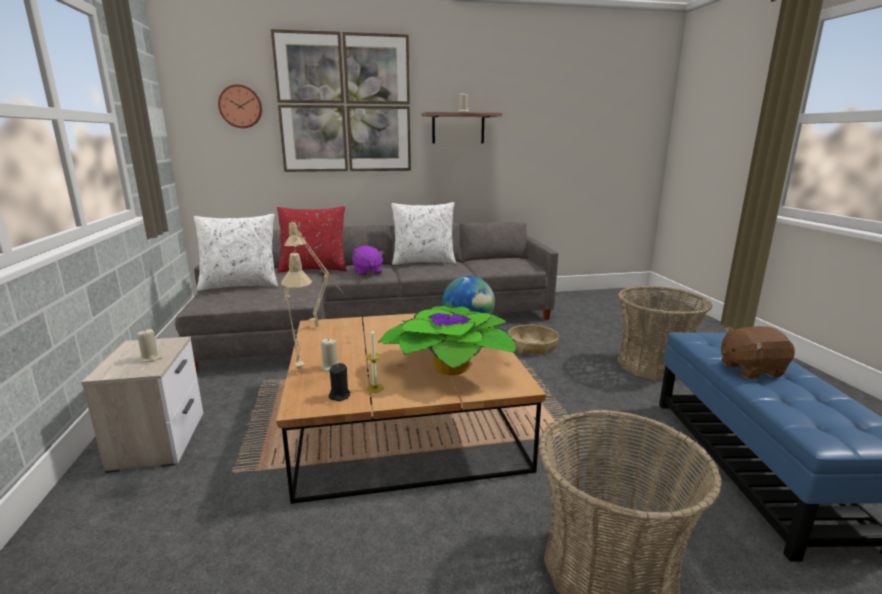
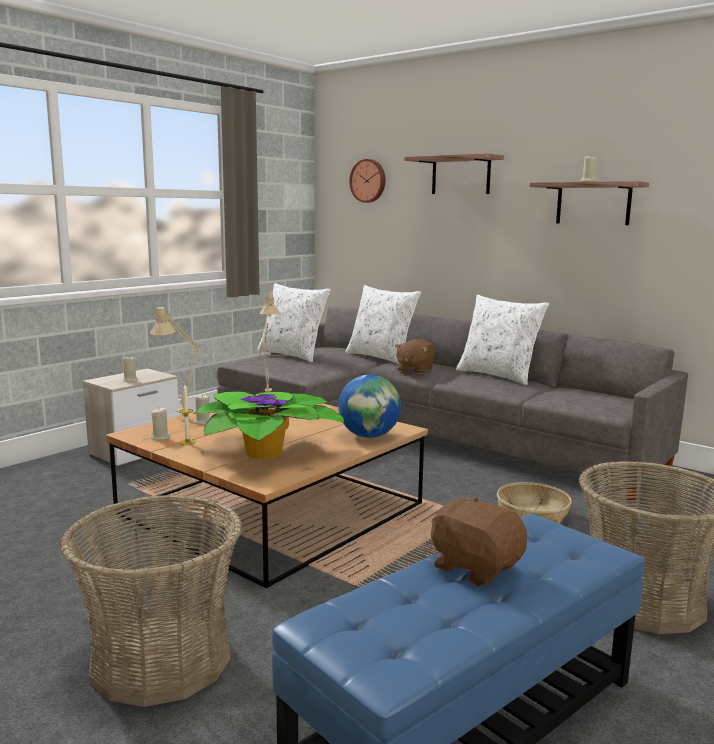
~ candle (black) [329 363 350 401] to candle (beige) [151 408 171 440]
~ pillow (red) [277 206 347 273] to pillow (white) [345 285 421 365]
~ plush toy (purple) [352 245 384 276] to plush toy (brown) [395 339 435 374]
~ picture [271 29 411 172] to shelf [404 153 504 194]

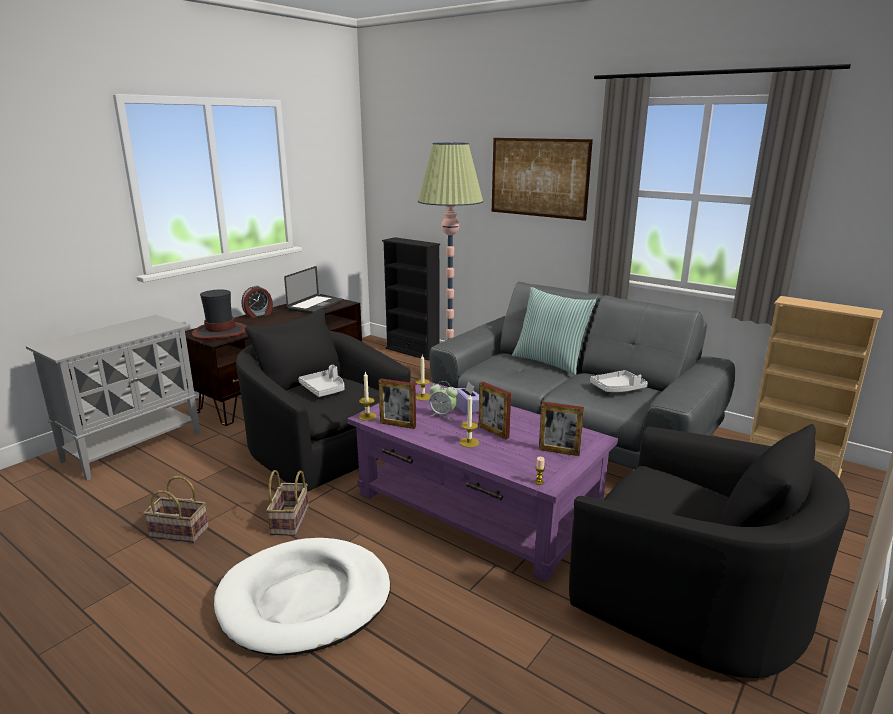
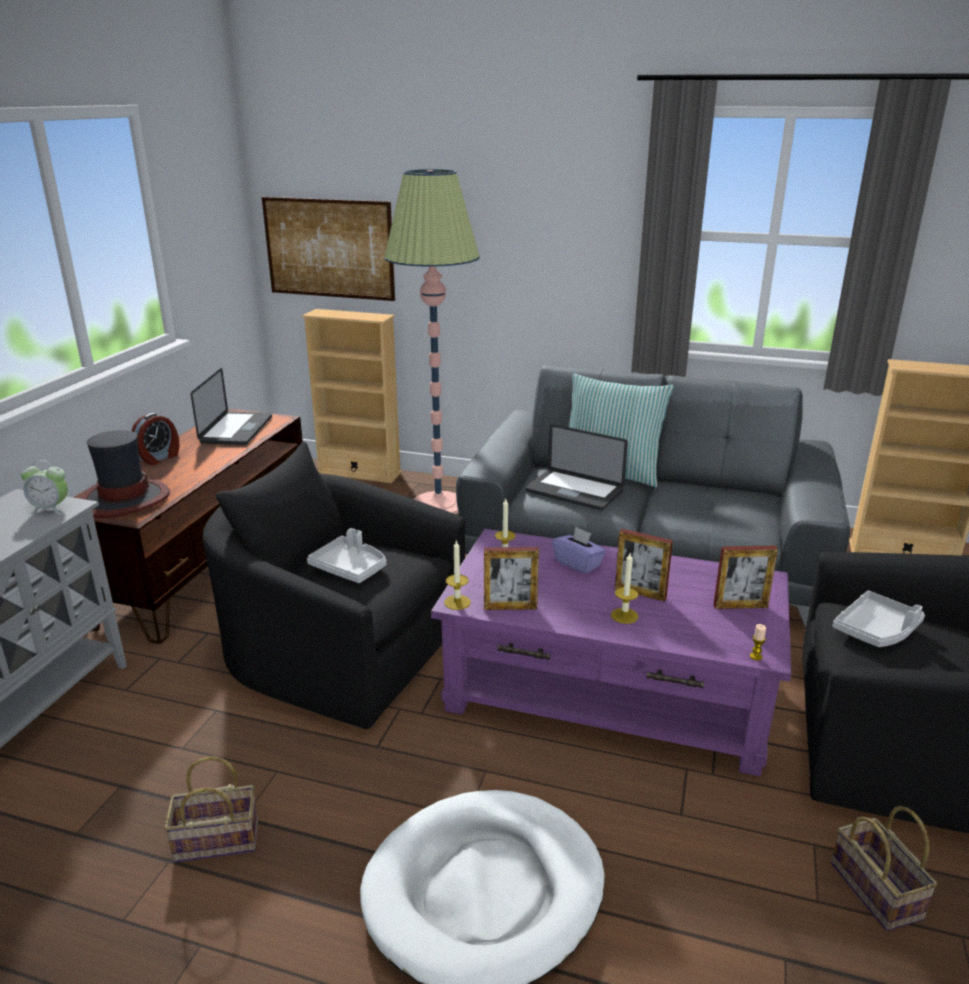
~ alarm clock [429 381 458 421] to [21 460 68 515]
~ picture [492 138 593 221] to [262 197 395 301]
~ bookcase (black) [382 237 440 360] to bookcase (beige) [302 309 402 483]
+ laptop [526 424 628 510]
~ basket [266 470 309 536] to [831 806 938 931]
~ tray (grey) [590 370 648 392] to [833 591 925 647]

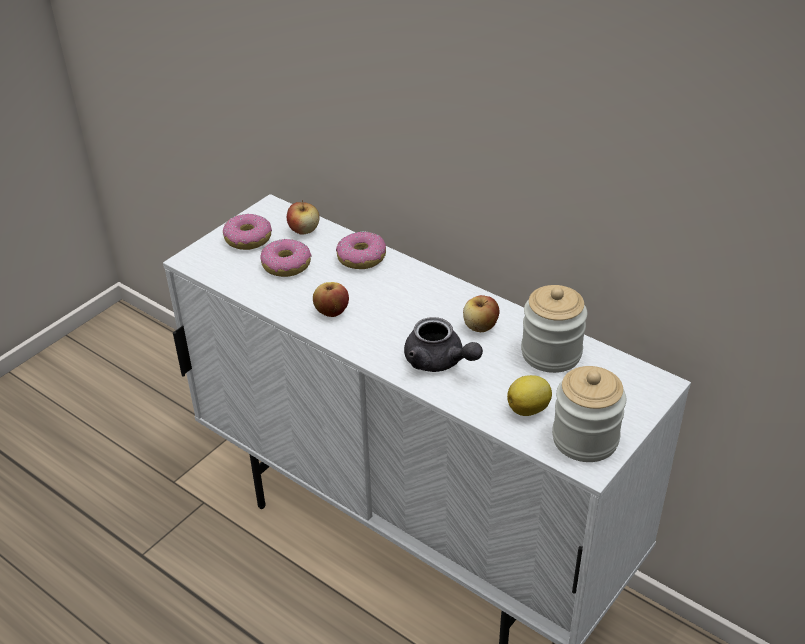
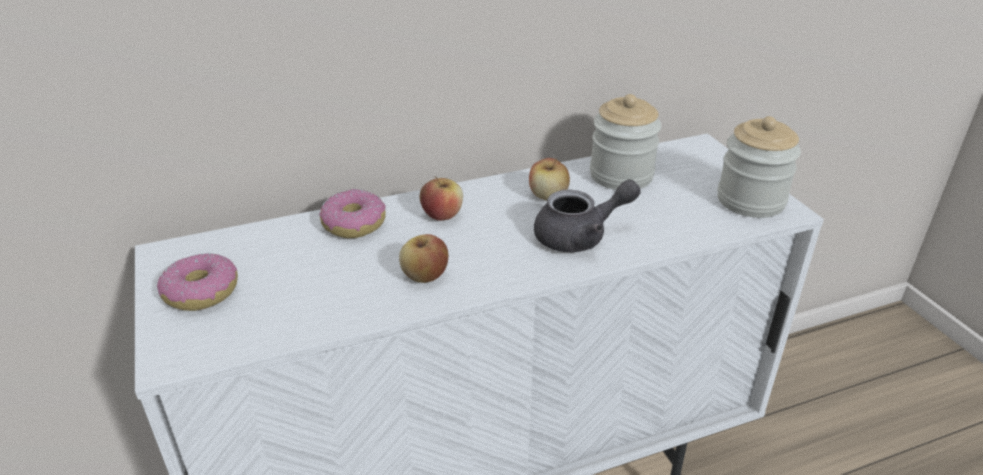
~ apple [287 200 319 235] to [420 176 463 221]
- donut [260 239 312 277]
- lemon [507 375 552 416]

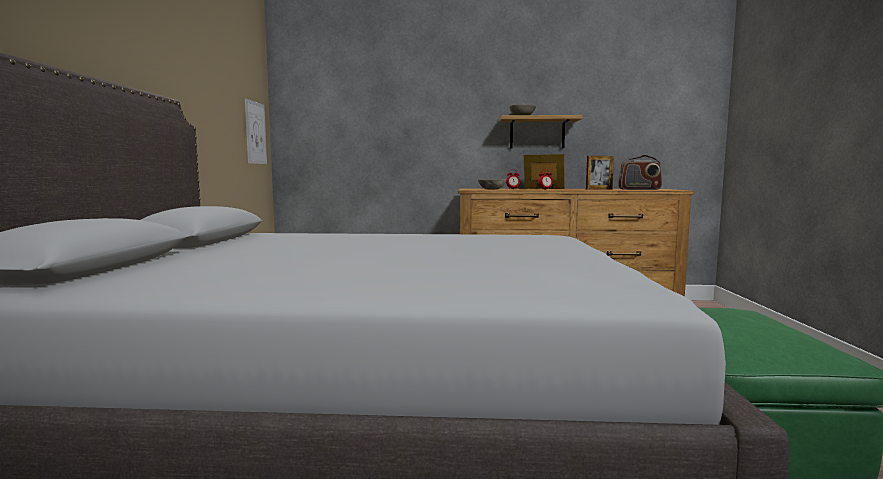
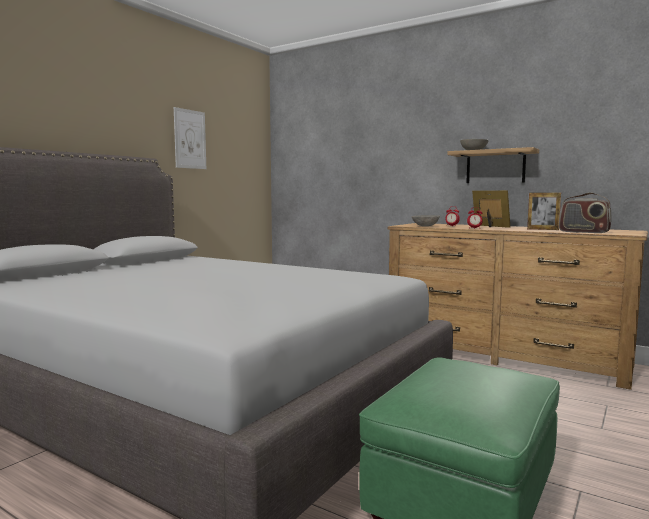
~ picture [245 98 267 164] to [174 107 206 169]

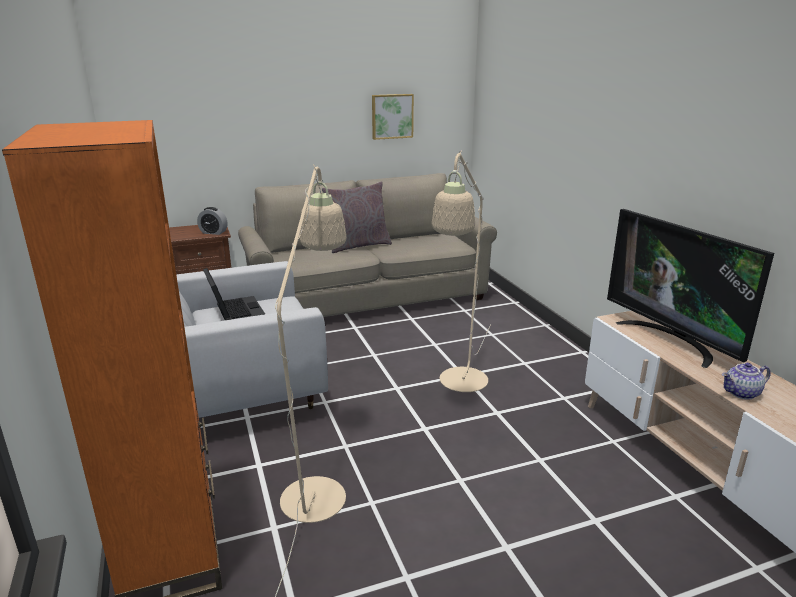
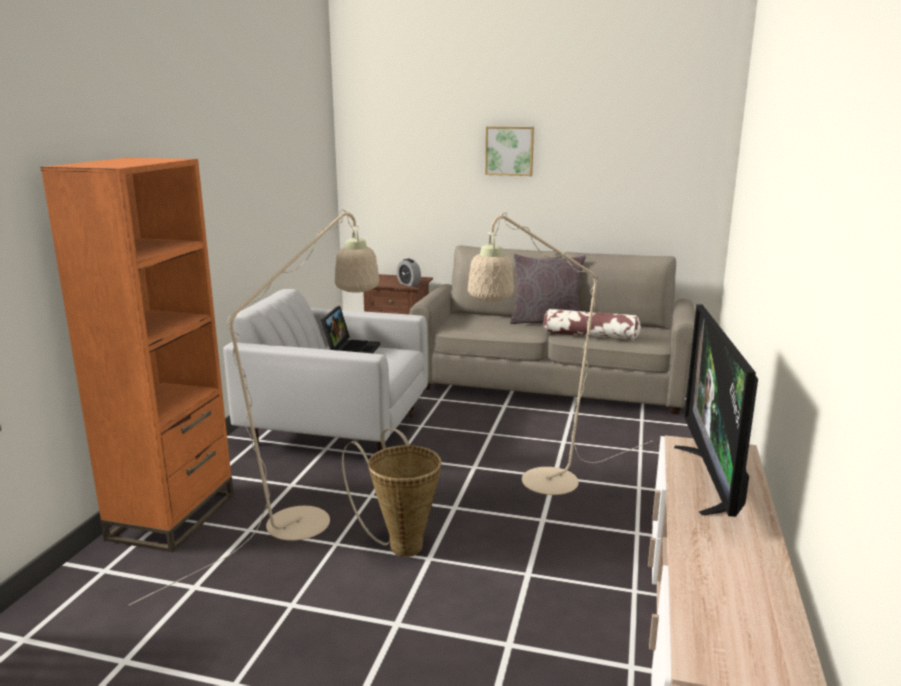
+ basket [342 428 441 557]
~ picture [372 94 414 140] to [485 126 534 176]
+ pillow [543 309 641 340]
- teapot [722 363 771 400]

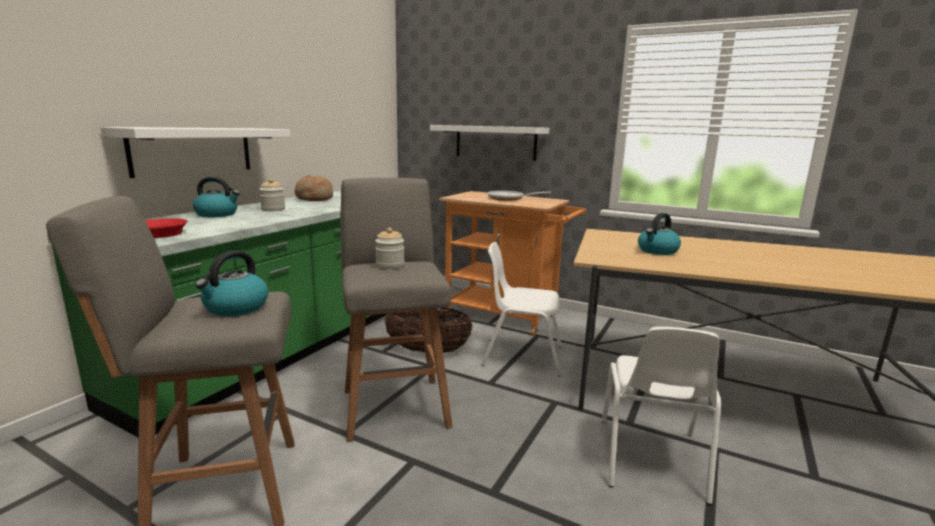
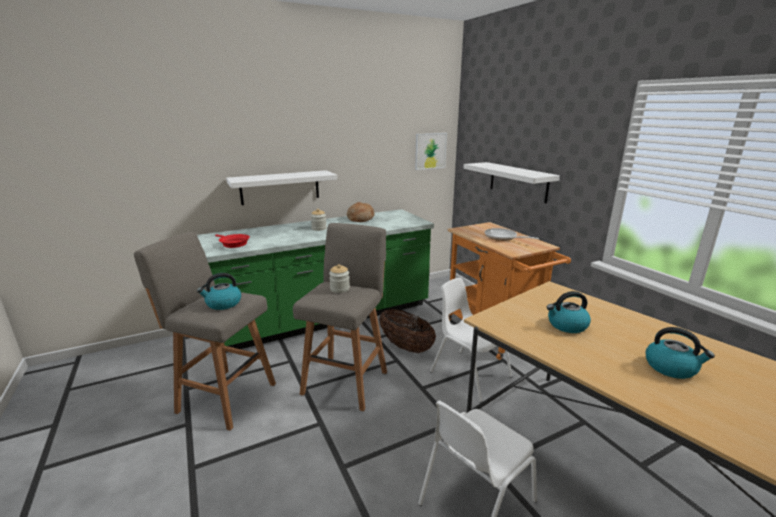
+ picture [415 133 447 170]
~ kettle [193 177 240 217] to [646 327 715 379]

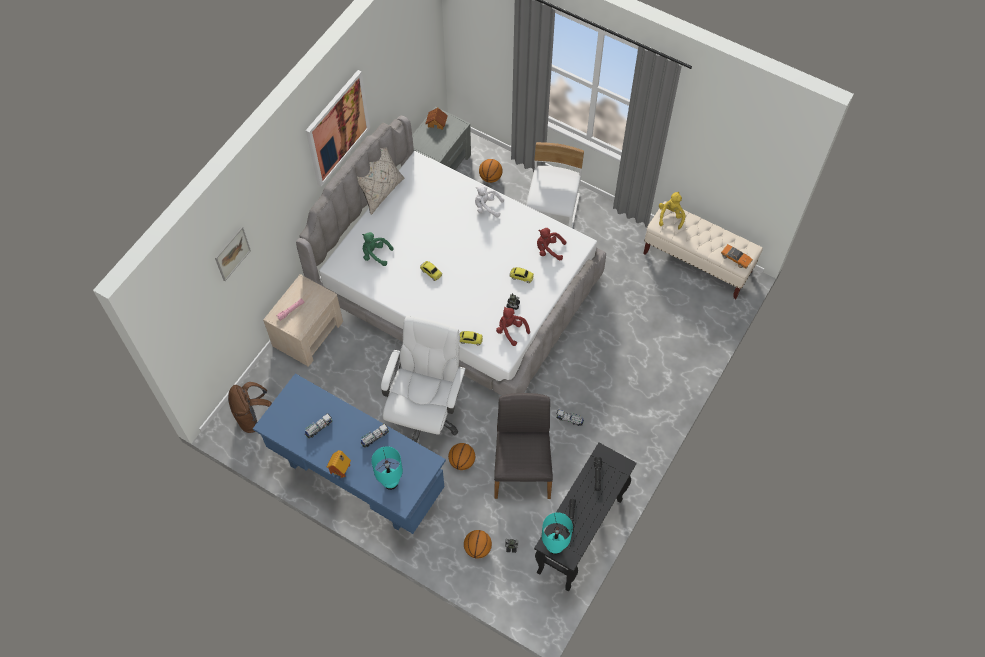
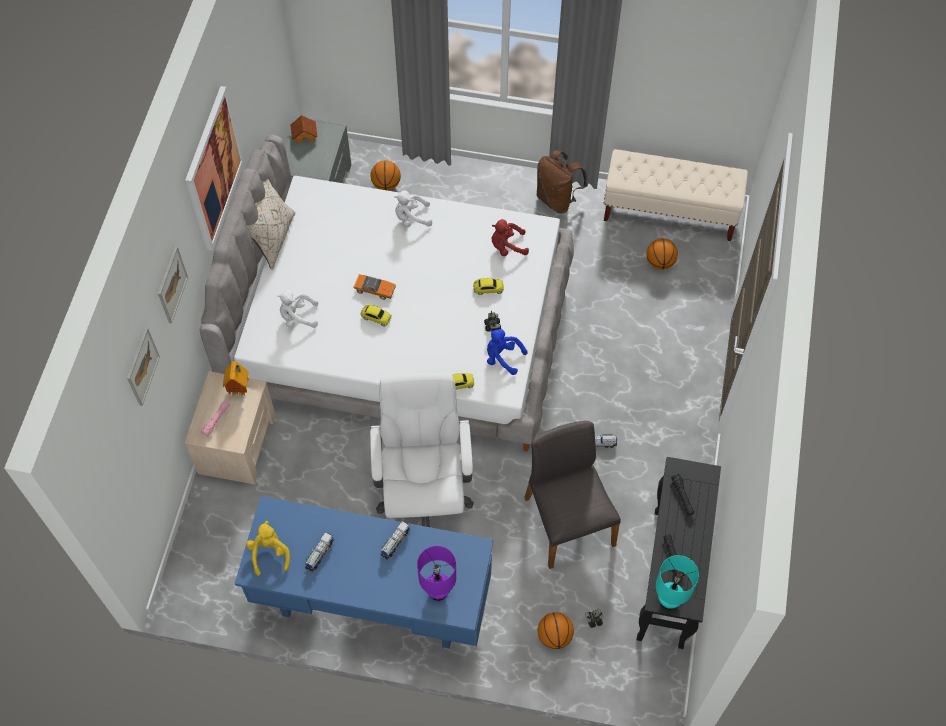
+ picture [158 246 188 324]
~ toy house [326 450 351 478] to [223 361 249 396]
~ plush toy (yellow) [659 192 686 229] to [246 521 290 576]
~ plush toy (green) [362 232 394 266] to plush toy (white) [277 290 318 328]
~ toy car [721 244 753 268] to [353 274 396 300]
~ table lamp (turquoise) [371 446 403 490] to table lamp (purple) [417 546 456 601]
~ plush toy (red) [496 307 530 346] to plush toy (blue) [487 329 527 375]
~ backpack (brown) [228 382 272 433] to [537 150 588 214]
~ basketball [448 443 475 470] to [646 238 678 270]
- chair (white) [526 142 584 228]

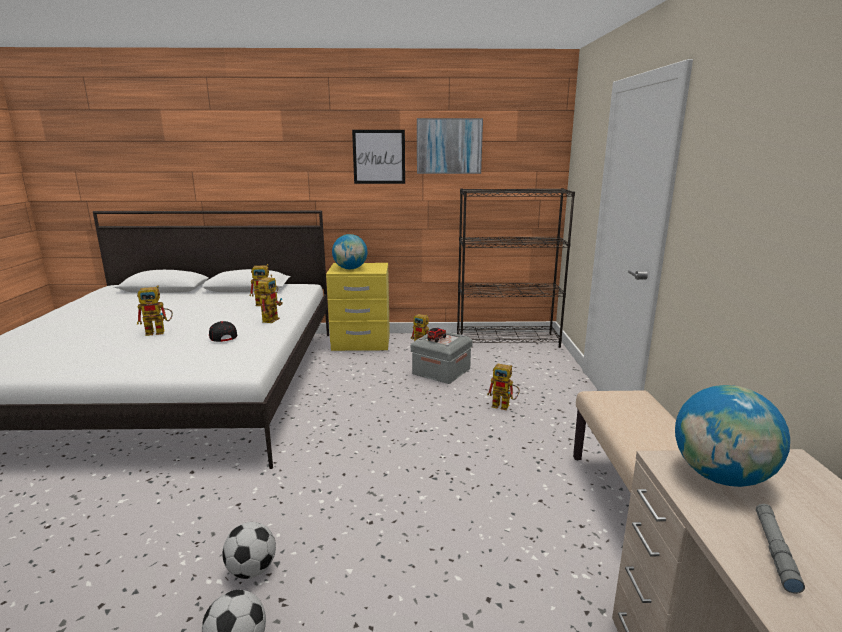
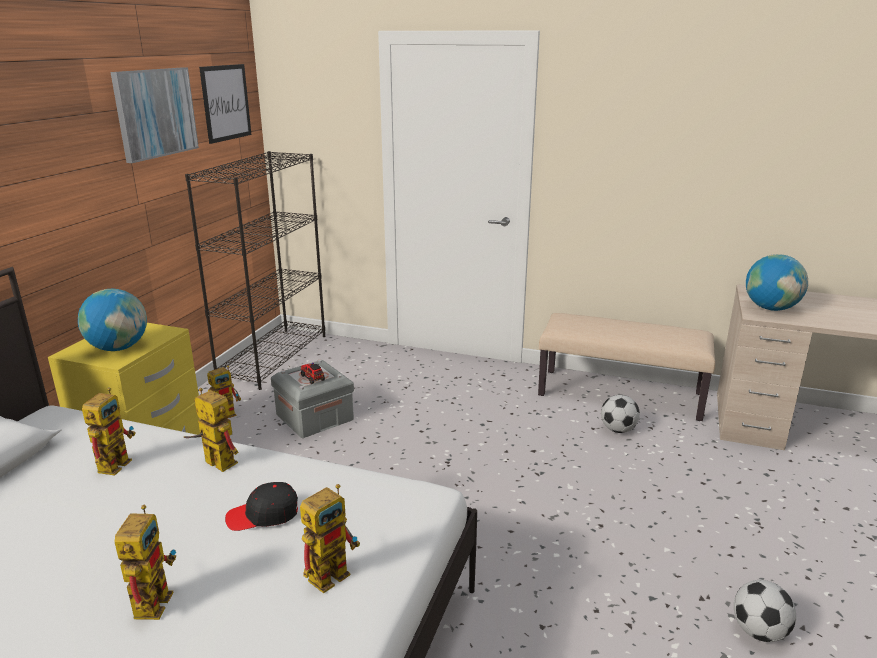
~ picture [352 130 405 184] to [199 64 251 144]
~ toy robot [487 363 520 410] to [300 484 360 593]
~ football [222 522 276 579] to [601 395 640 433]
- flashlight (grey) [756 504 805 594]

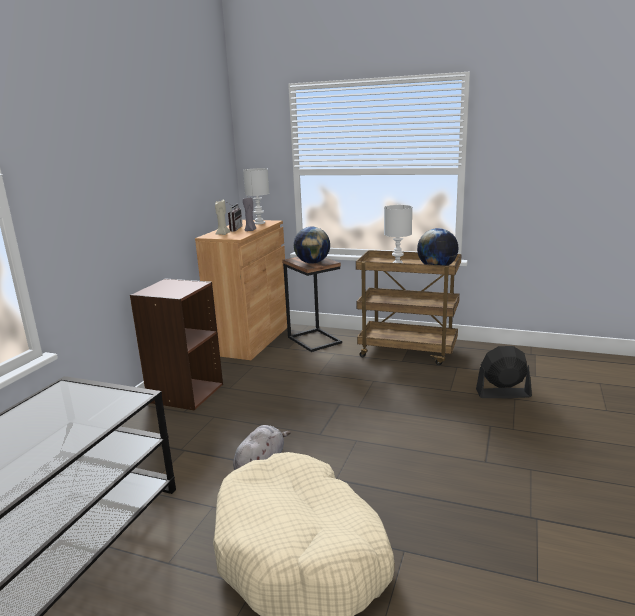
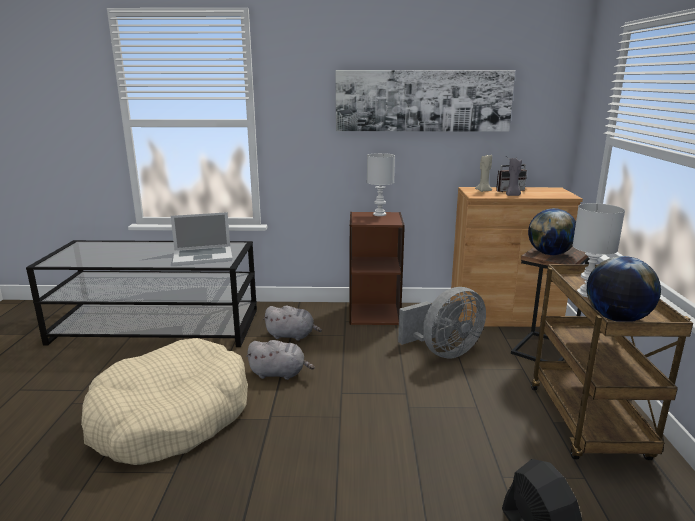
+ laptop [171 212 233 265]
+ plush toy (grey) [263 306 322 341]
+ picture [336 70 515 132]
~ table lamp (white) [243 168 269 224] to [367 153 395 216]
+ fan (grey) [398 287 486 359]

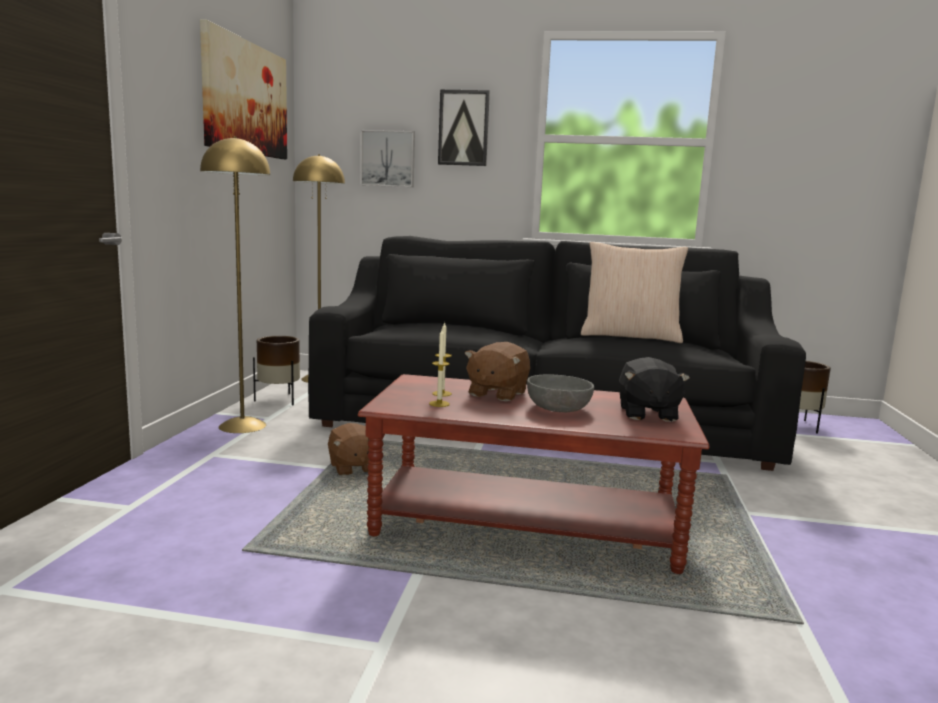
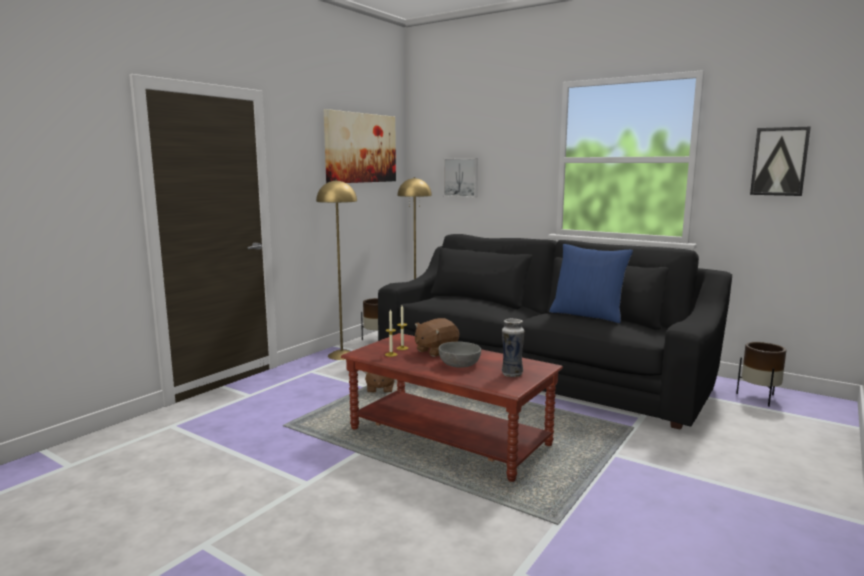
~ plush toy (black) [619 357 690 422] to vase [502 318 525 377]
~ pillow (beige) [581 242 688 343] to pillow (blue) [549 244 633 323]
~ picture [438 90 490 166] to [750 126 811 196]

